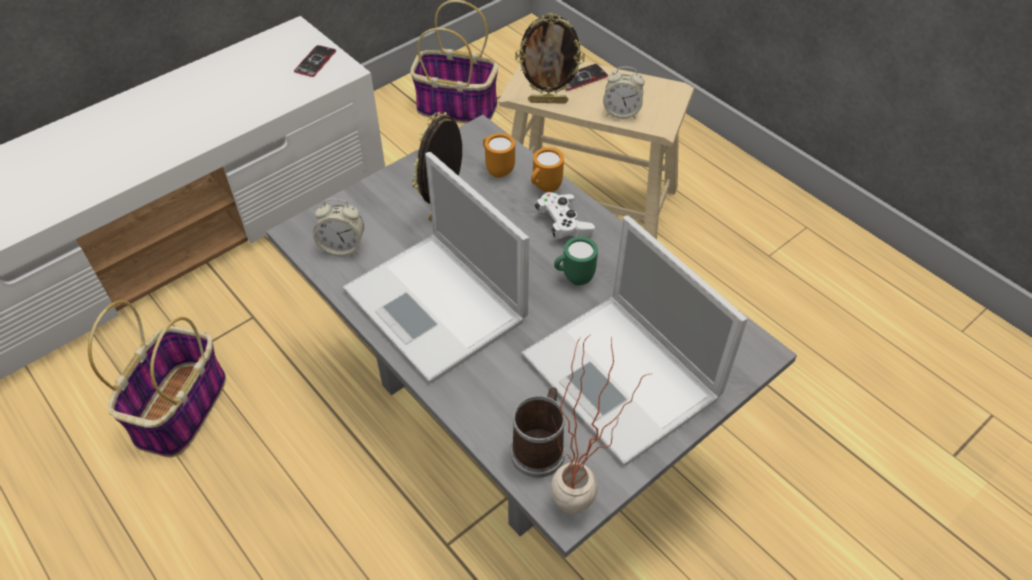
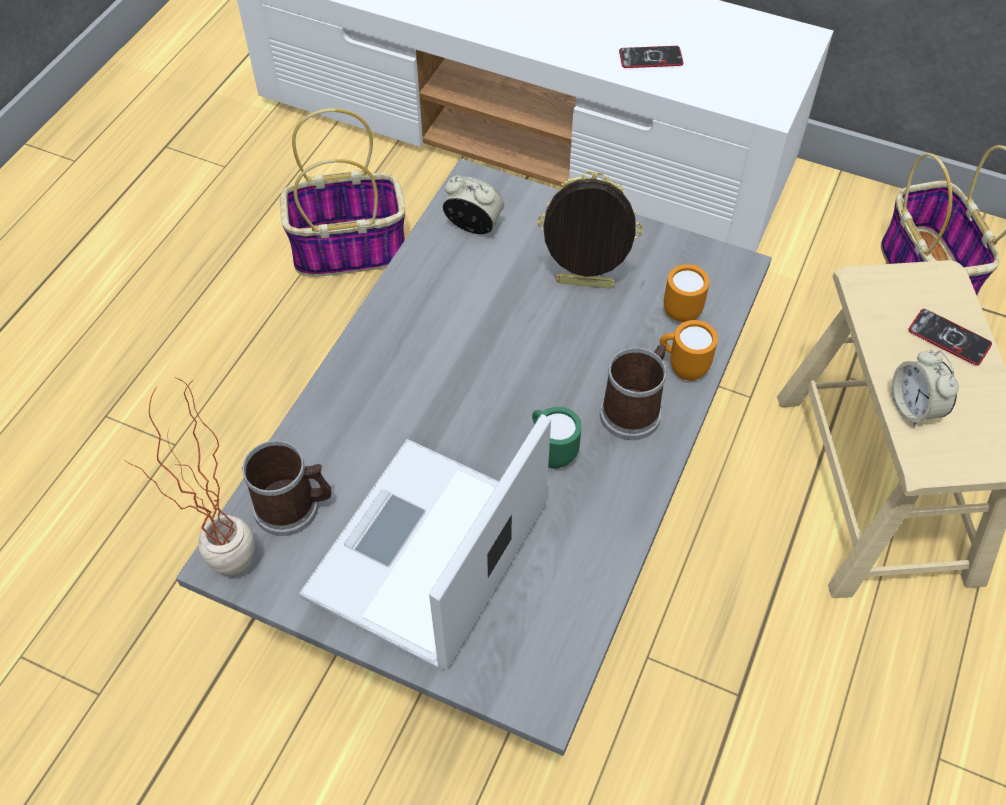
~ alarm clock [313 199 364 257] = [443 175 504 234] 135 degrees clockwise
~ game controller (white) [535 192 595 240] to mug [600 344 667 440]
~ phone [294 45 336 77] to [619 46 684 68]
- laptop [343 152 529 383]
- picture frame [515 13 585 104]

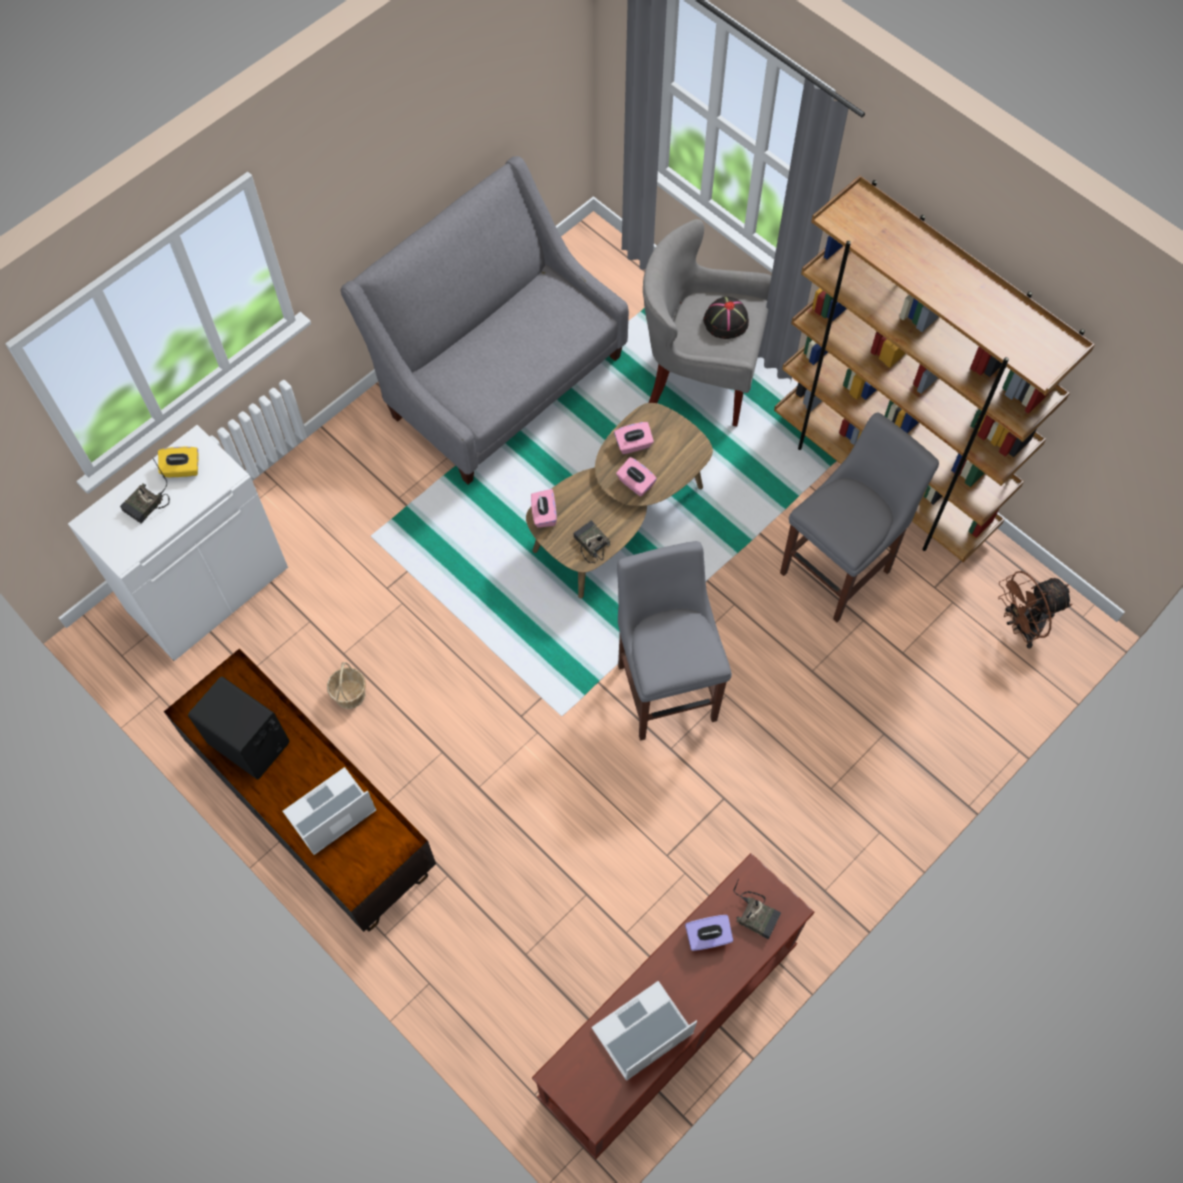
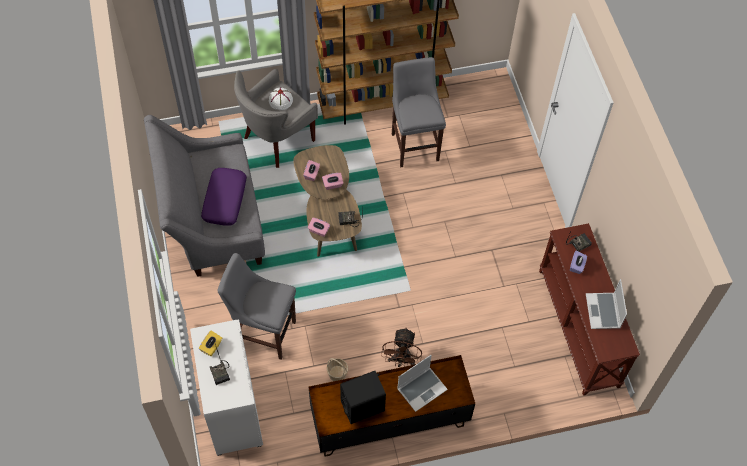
+ pillow (purple) [201 168 247 226]
~ stool (grey) [617 541 732 741] to [218 253 296 360]
~ hat (black) [703 297 749 339] to hat (white) [269 88 293 110]
~ fan (brown) [998 571 1072 649] to [381 328 422 367]
~ laptop [283 767 376 855] = [397 355 448 412] 120 degrees counterclockwise

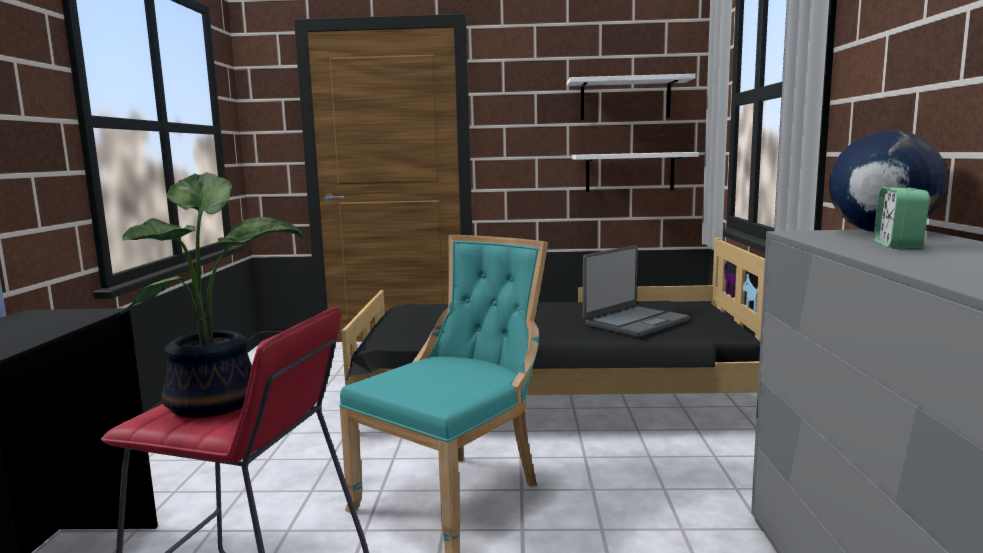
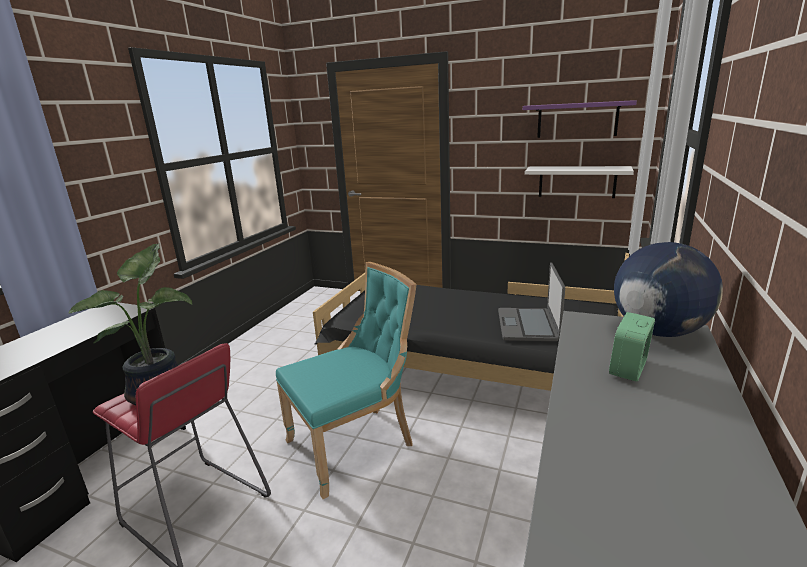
~ laptop [583 245 689 337] = [498 262 565 341] 120 degrees clockwise
~ shelf (white) [567 74 696 120] to shelf (purple) [523 100 637 138]

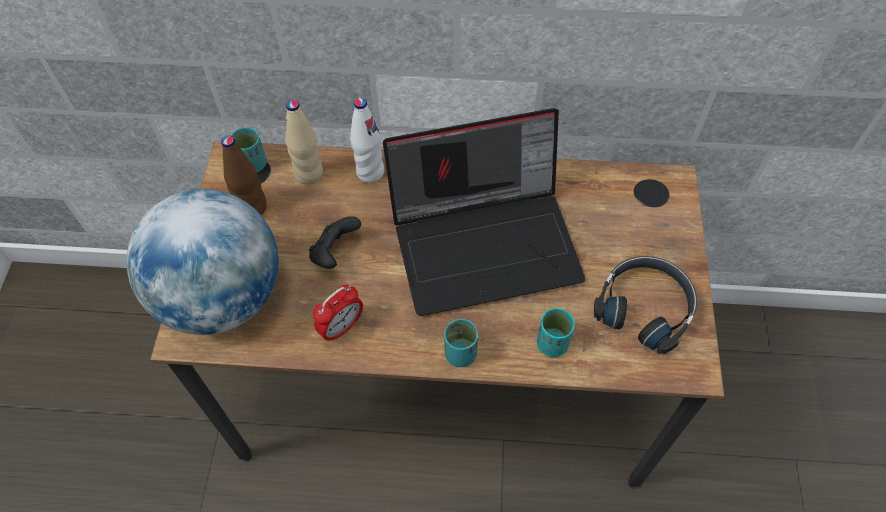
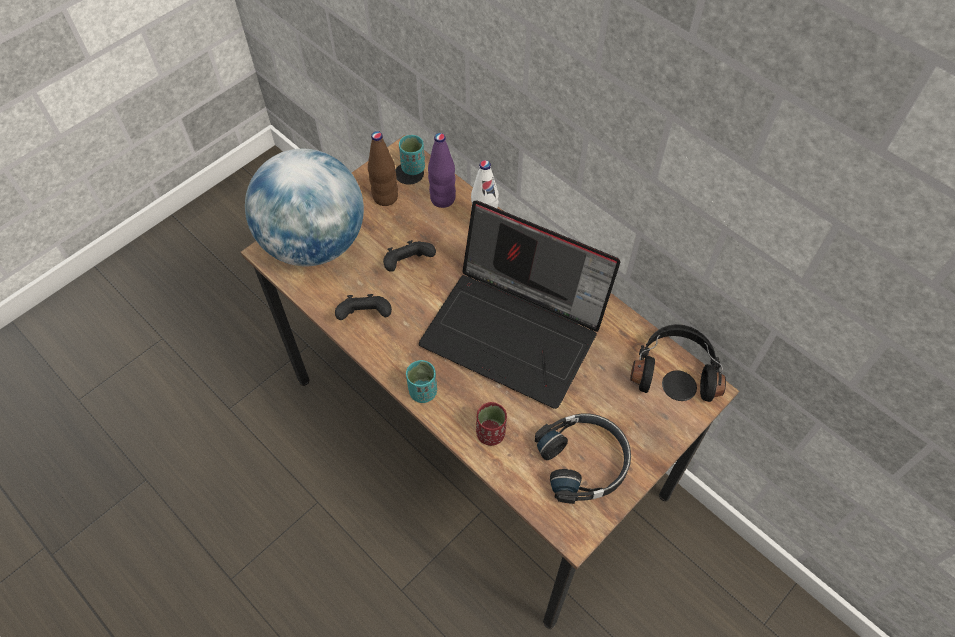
~ alarm clock [313 285 363 342] to game controller (black) [335 294 392 320]
~ bottle (beige) [285 100 323 185] to bottle (purple) [428 133 456 208]
~ cup (turquoise) [537 308 575 357] to cup (red) [476 402 507 446]
+ headphones (black) [630 324 726 402]

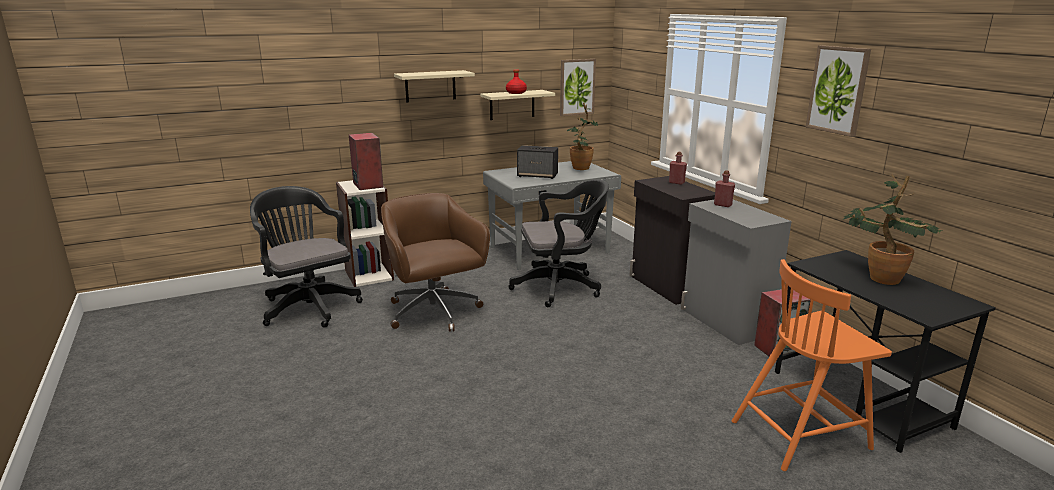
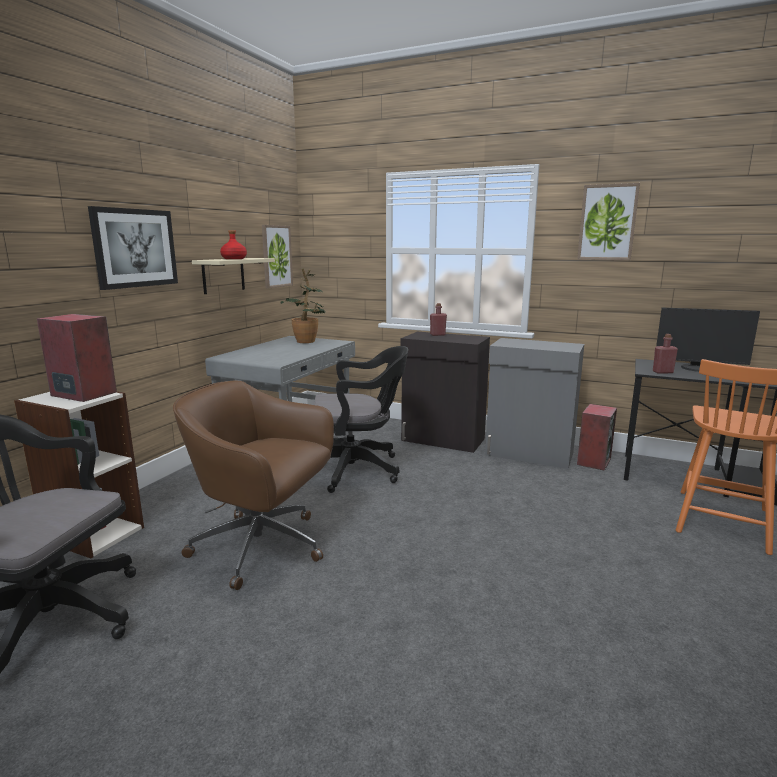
~ shelf (beige) [394 70 475 102] to picture [88 206 178 290]
~ office chair (black) [508 179 609 307] = [314 346 408 493] 45 degrees clockwise
~ bottle (red) [714 170 735 207] to [653 334 678 374]
~ potted plant [843 174 942 285] to monitor [656 308 760 372]
- speaker [517 145 558 179]

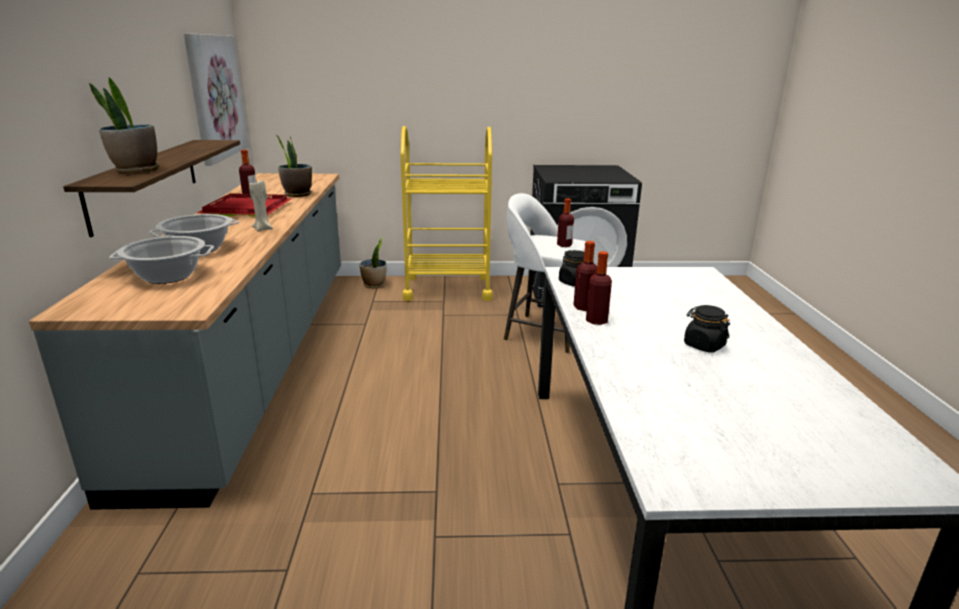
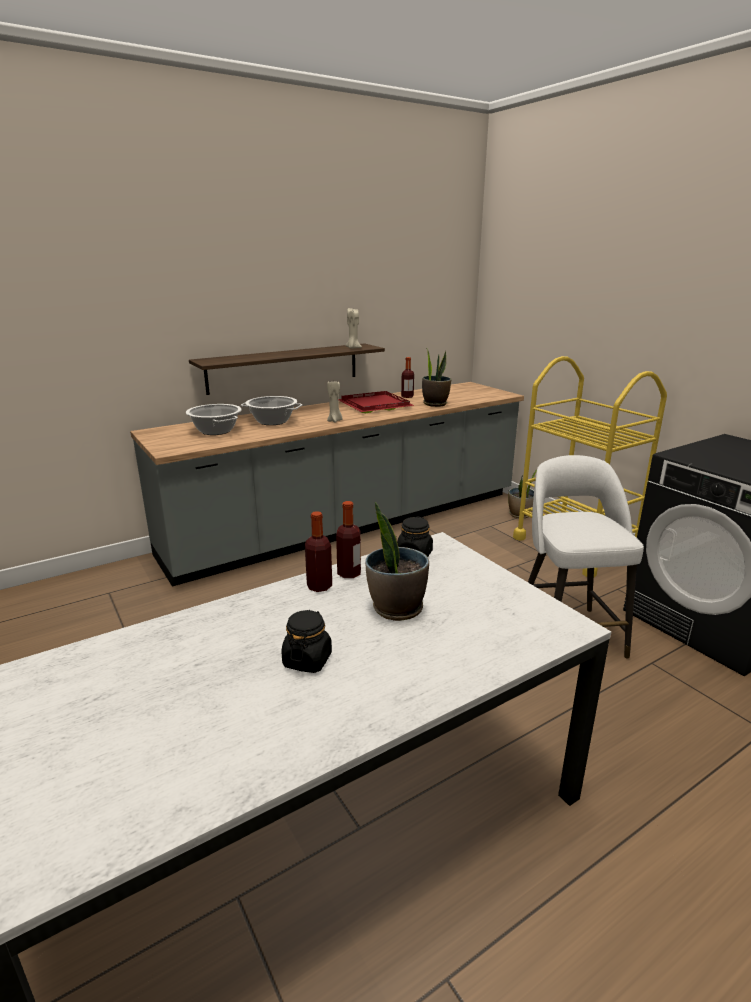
+ candle (beige) [346 308 362 349]
~ potted plant [89 78 159 173] to [365 502 429 621]
- picture [184 33 249 166]
- bottle [557 198 574 247]

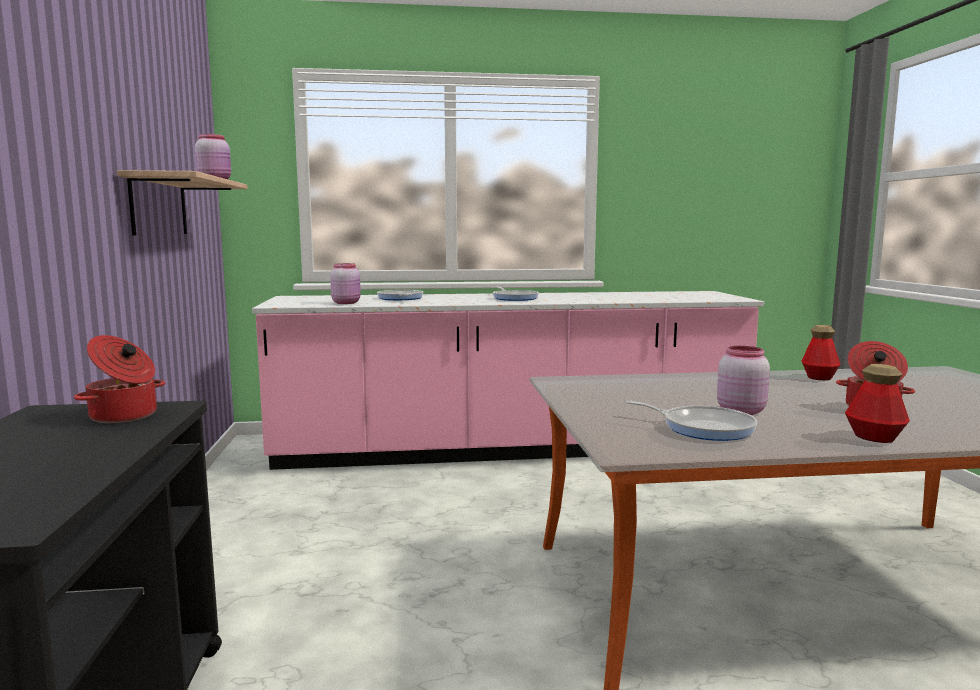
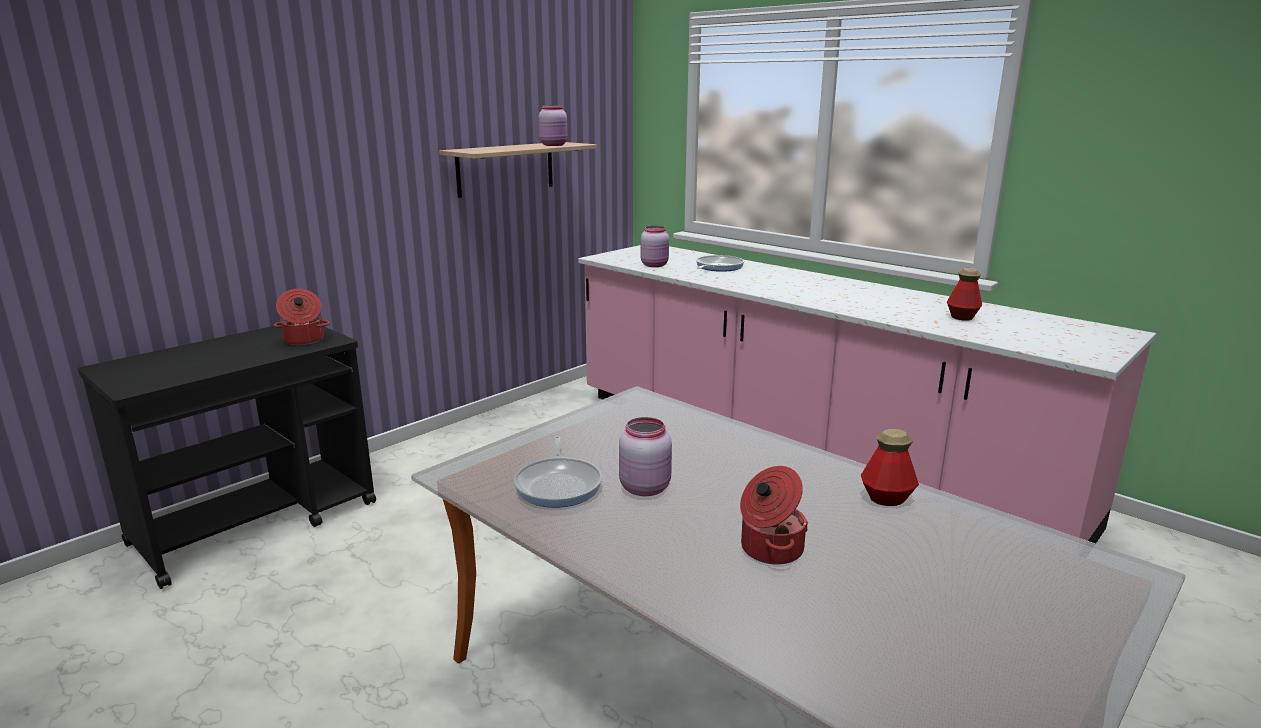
~ bottle [845 364 910 443] to [947 268 982 321]
- frying pan [493 287 539 301]

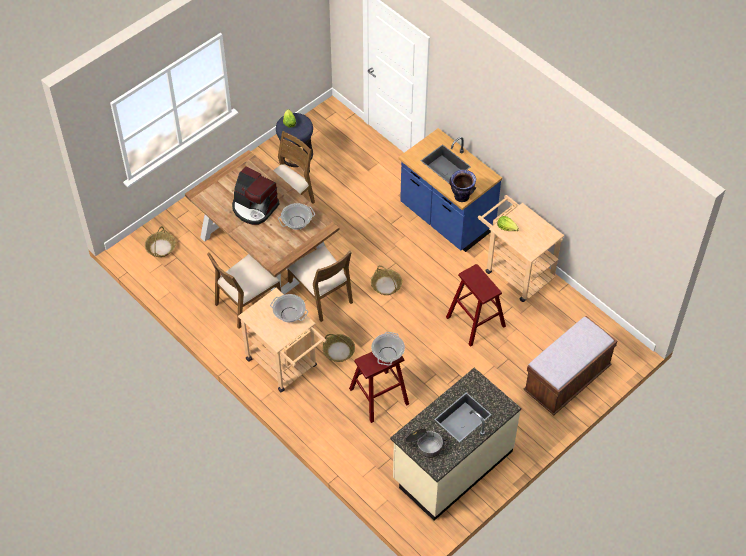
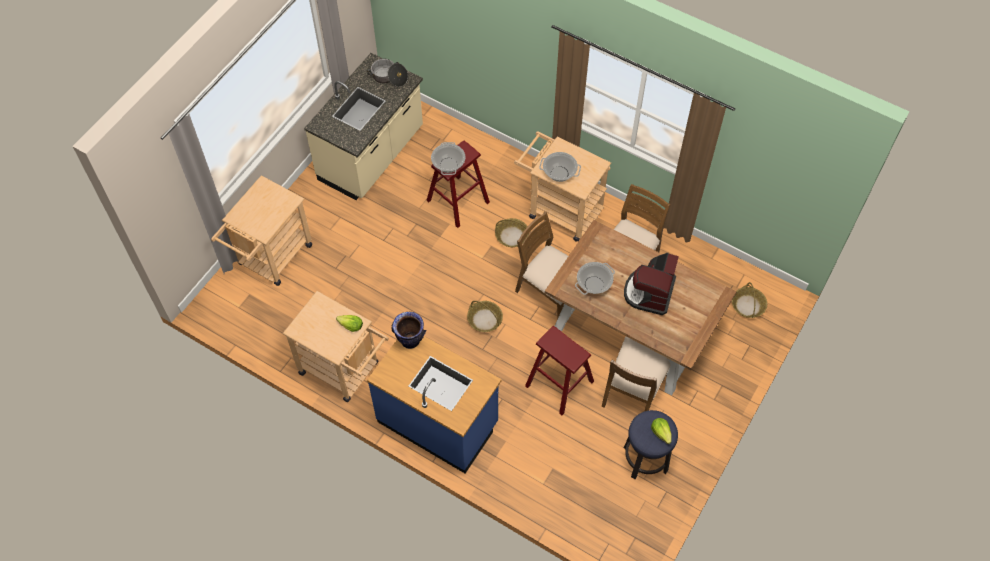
~ bench (brown) [523 316 617 415] to cart (beige) [211 175 312 286]
~ stool (red) [446 264 506 347] to [525 326 594 415]
~ coffee machine [232 166 280 225] = [624 253 679 315] 90 degrees counterclockwise

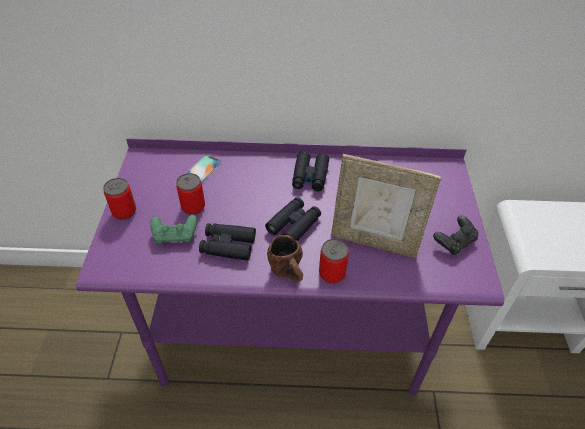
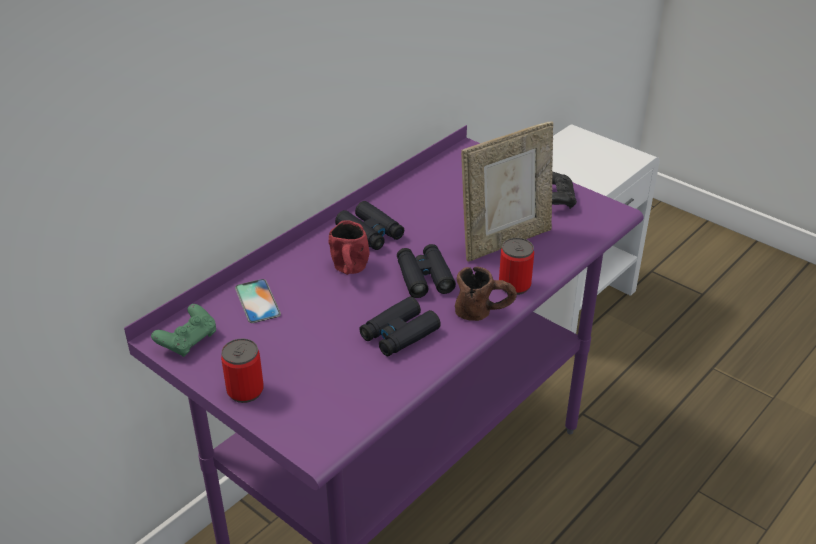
~ game controller (green) [150 215 197 244] to [151 304 216 357]
+ mug (red) [328 220 369 275]
- can [176 173 205 215]

